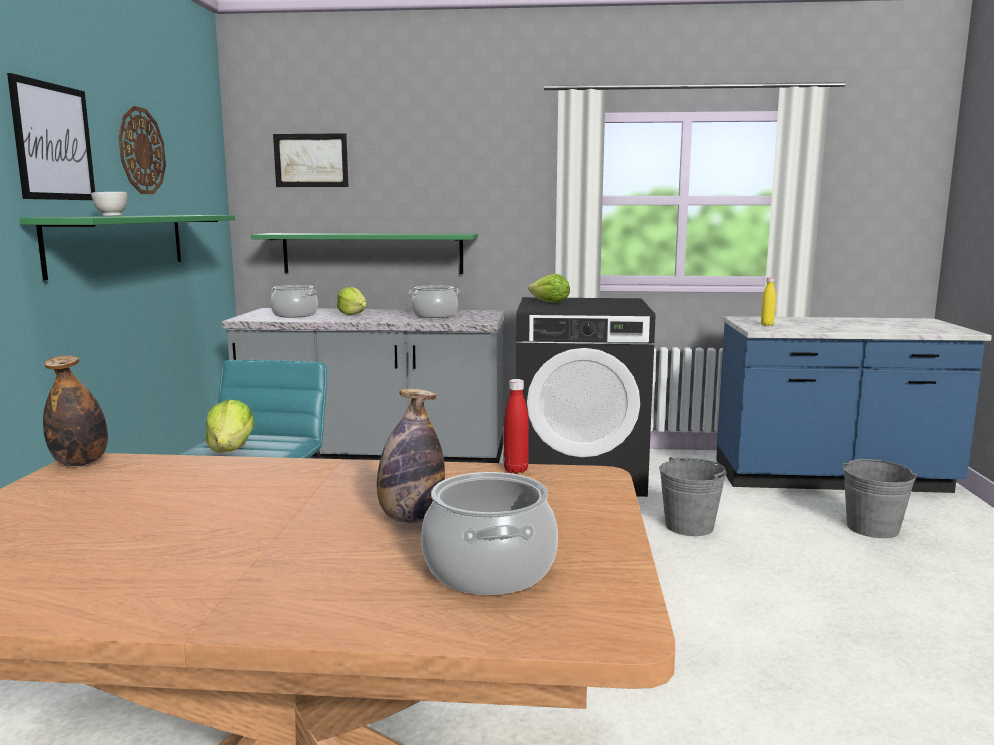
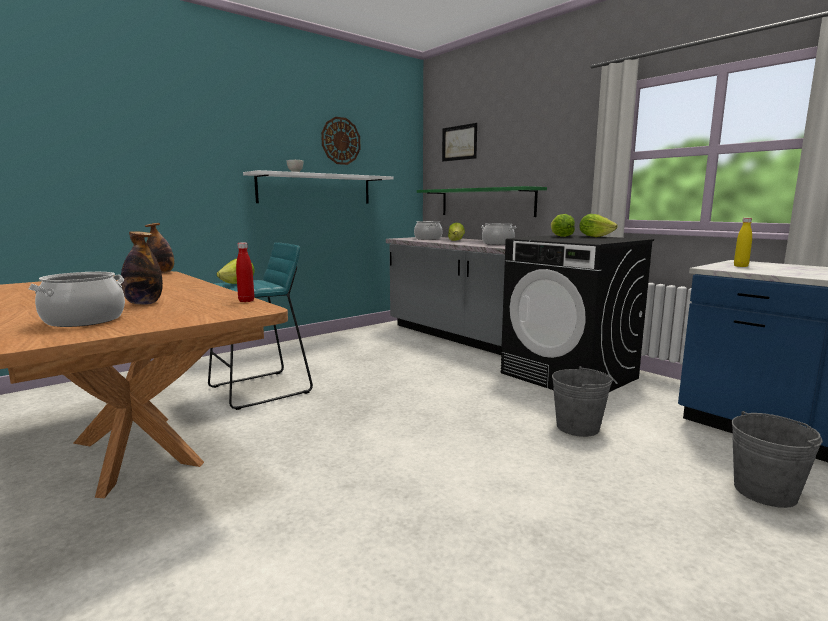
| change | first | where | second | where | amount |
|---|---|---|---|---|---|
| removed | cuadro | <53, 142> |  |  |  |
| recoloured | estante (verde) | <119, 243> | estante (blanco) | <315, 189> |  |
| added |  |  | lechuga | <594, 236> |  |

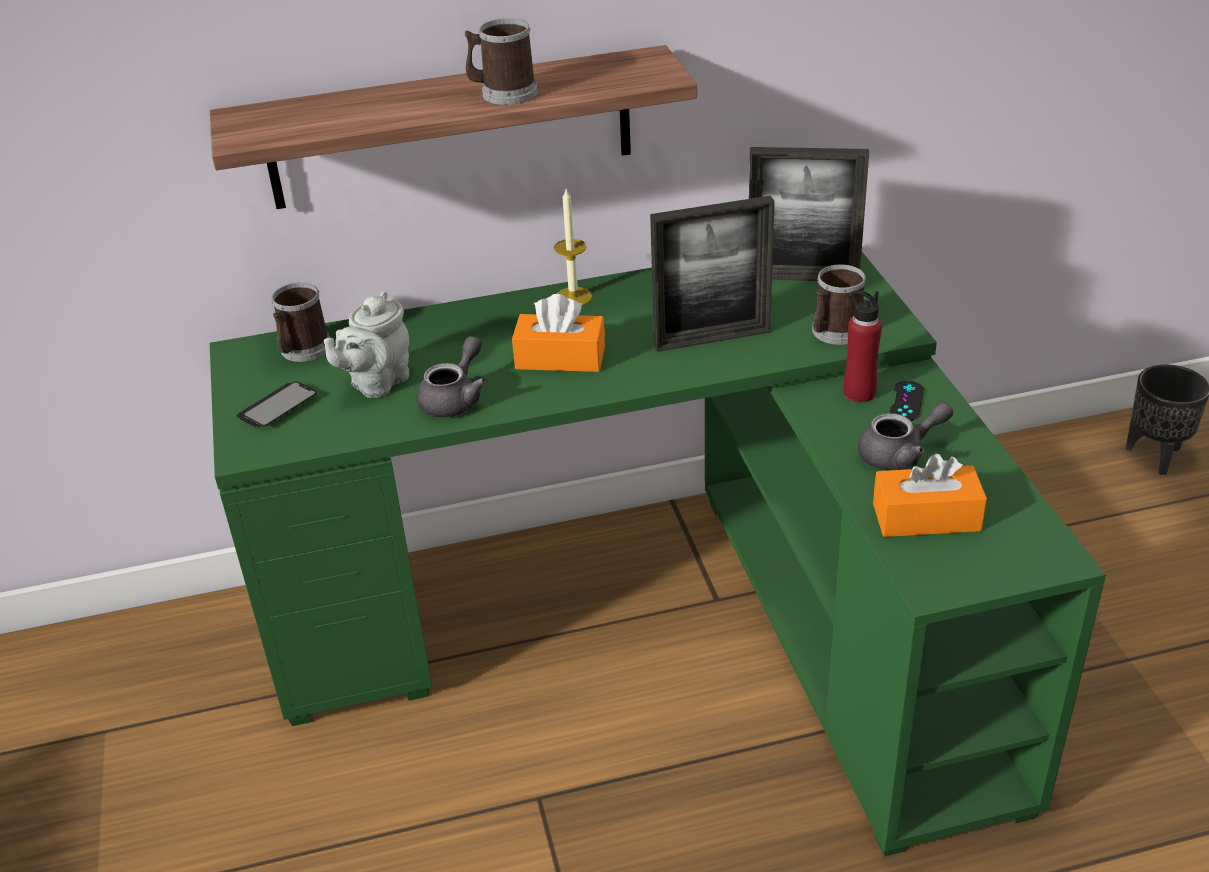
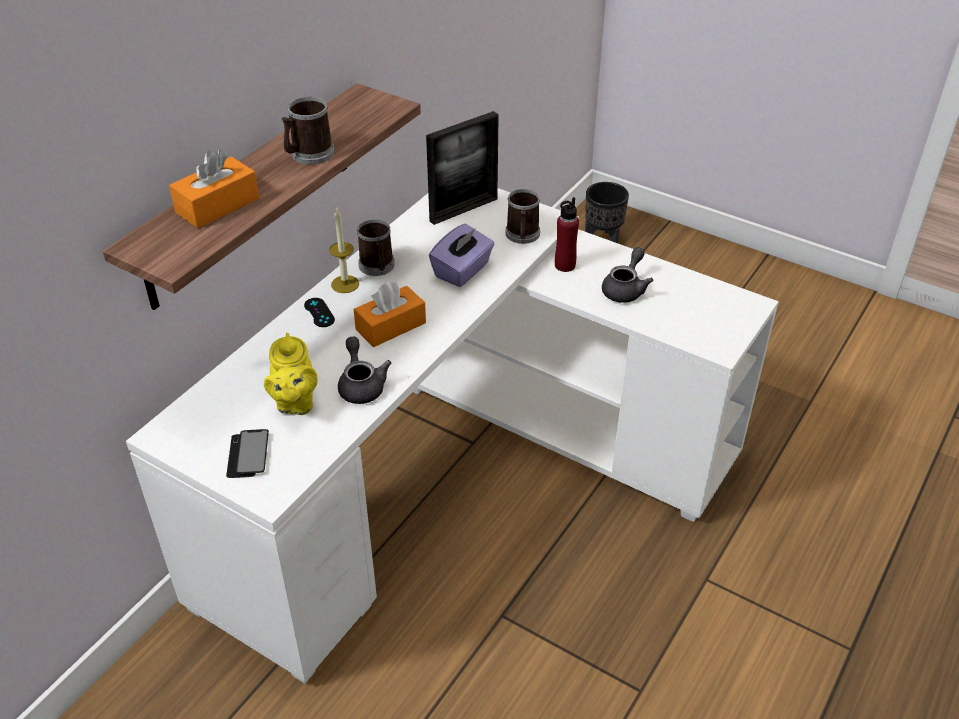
| change | first | where | second | where | amount |
|---|---|---|---|---|---|
| recoloured | escritorio (verde) | <661, 623> | escritorio (blanco) | <457, 475> |  |
| moved | taza grande | <302, 350> |  | <377, 267> |  |
| recoloured | tetera (gris) | <376, 383> | tetera (amarillo) | <295, 403> |  |
| replaced | portarretratos | <712, 339> | caja de pañuelos (morado) | <462, 271> |  |
| moved | caja de pañuelos (naranja) | <926, 517> |  | <217, 205> |  |
| moved | mando de consola (negro) | <906, 401> |  | <319, 312> |  |

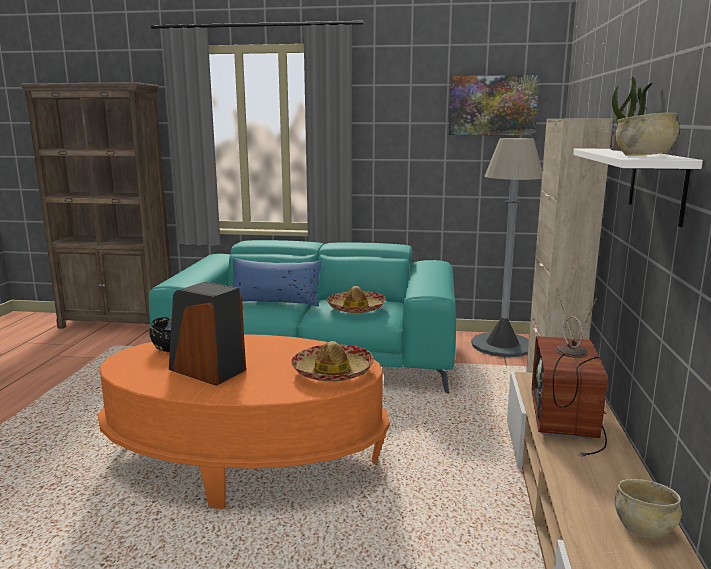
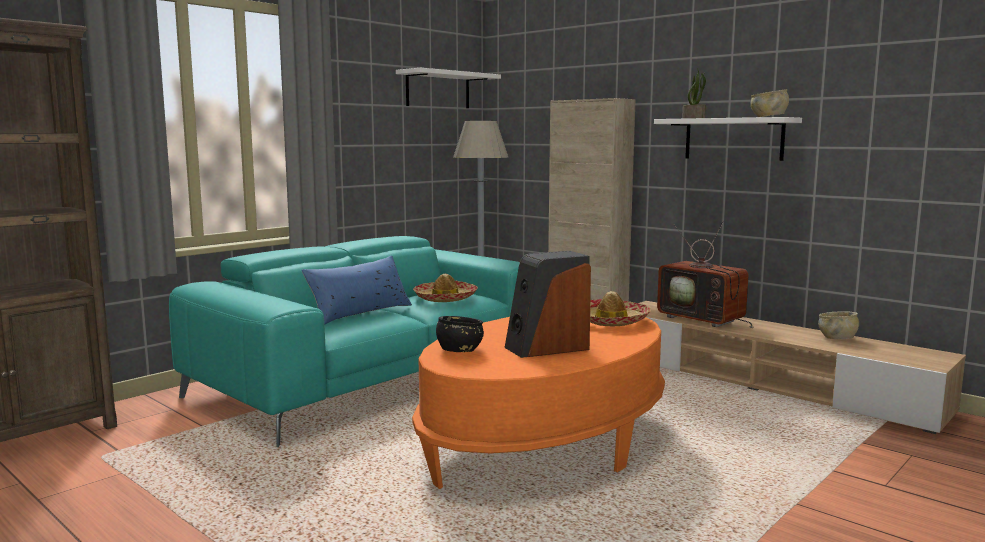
| change | first | where | second | where | amount |
|---|---|---|---|---|---|
| replaced | cuadro | <492, 105> | estante (blanco) | <438, 90> |  |

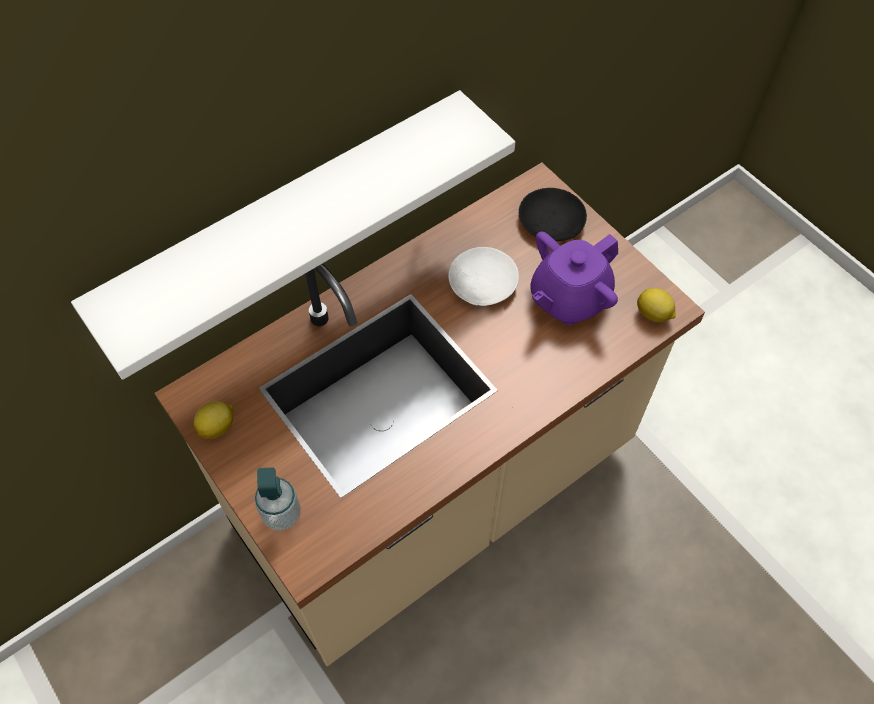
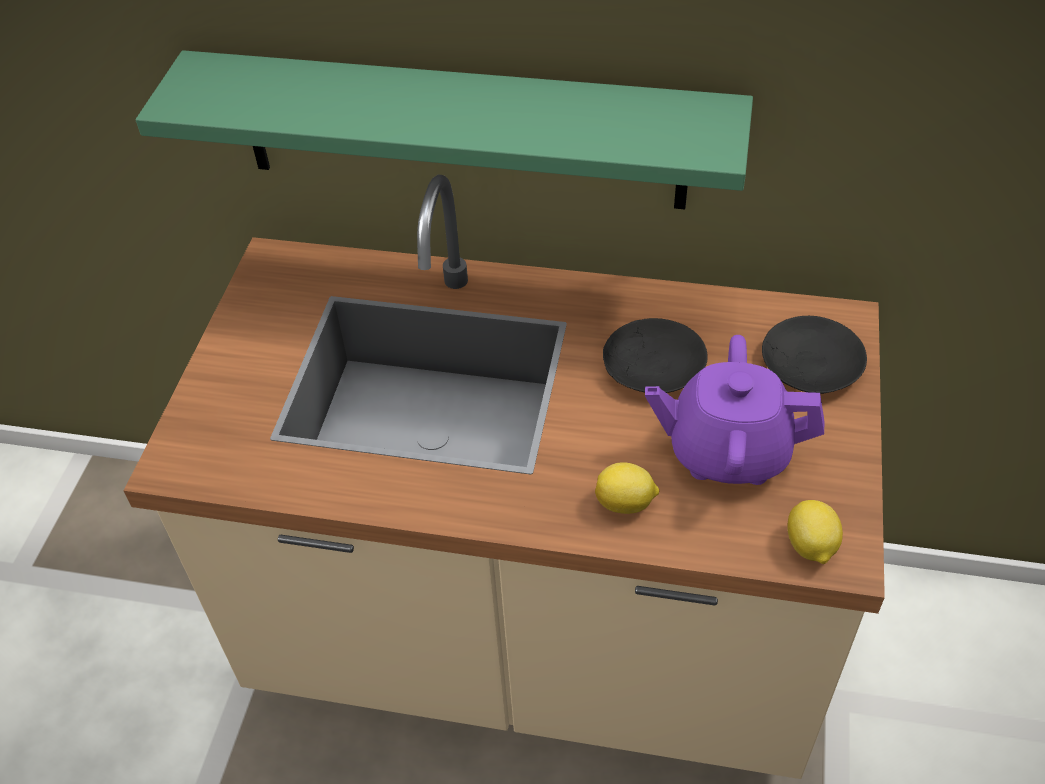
| change | first | where | second | where | amount |
|---|---|---|---|---|---|
| recoloured | estante (blanco) | <287, 222> | estante (verde) | <462, 131> |  |
| moved | limón | <218, 427> |  | <626, 503> |  |
| removed | dispensador de jabón | <282, 514> |  |  |  |
| recoloured | plato (blanco) | <482, 282> | plato (negro) | <652, 365> |  |

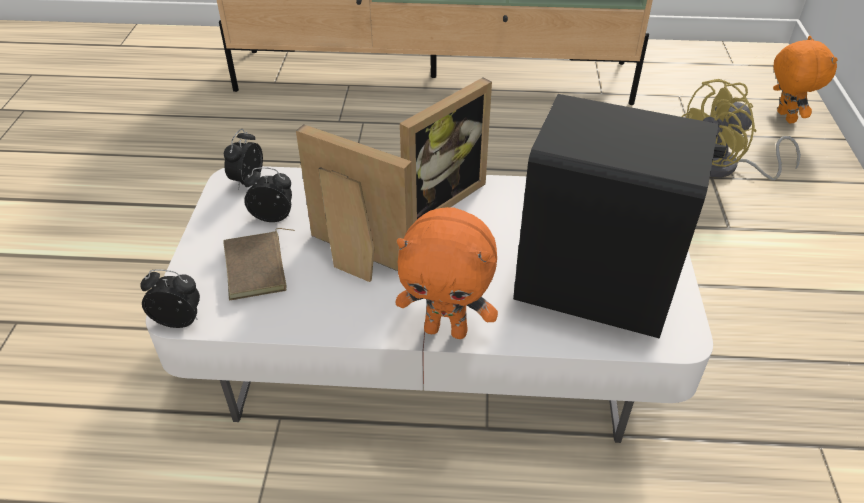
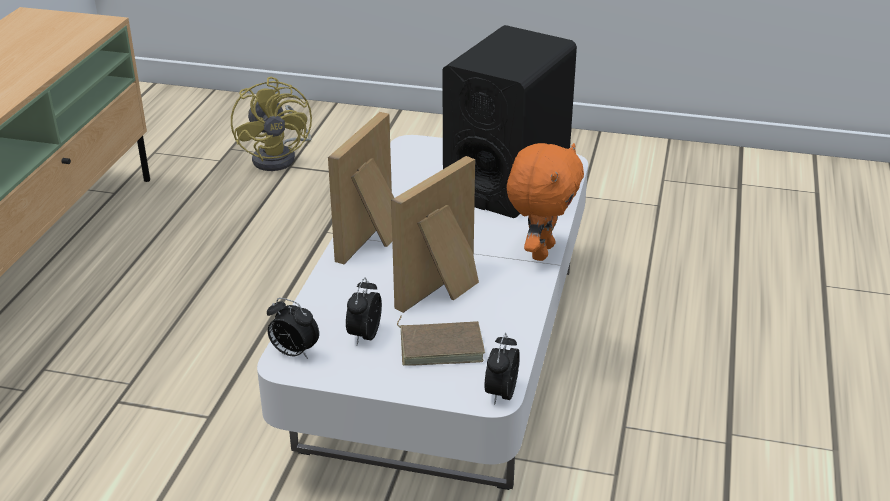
| change | first | where | second | where | amount |
|---|---|---|---|---|---|
| turned | portarretratos | <436, 199> |  | <375, 239> | 120 degrees counterclockwise |
| removed | peluche (naranja) | <784, 117> |  |  |  |

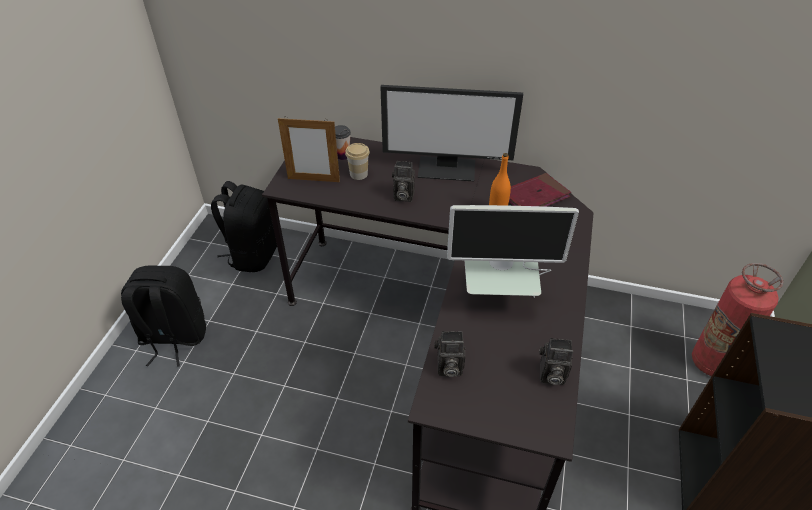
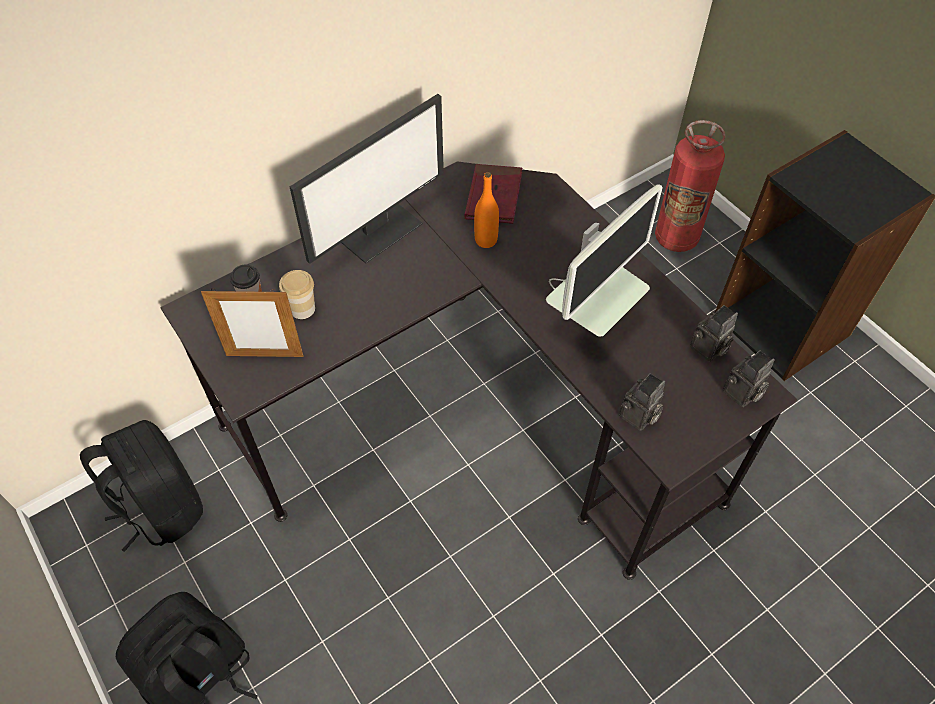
| change | first | where | second | where | amount |
|---|---|---|---|---|---|
| turned | portarretratos | <313, 180> |  | <265, 355> | 45 degrees clockwise |
| moved | cámara | <402, 196> |  | <741, 394> |  |

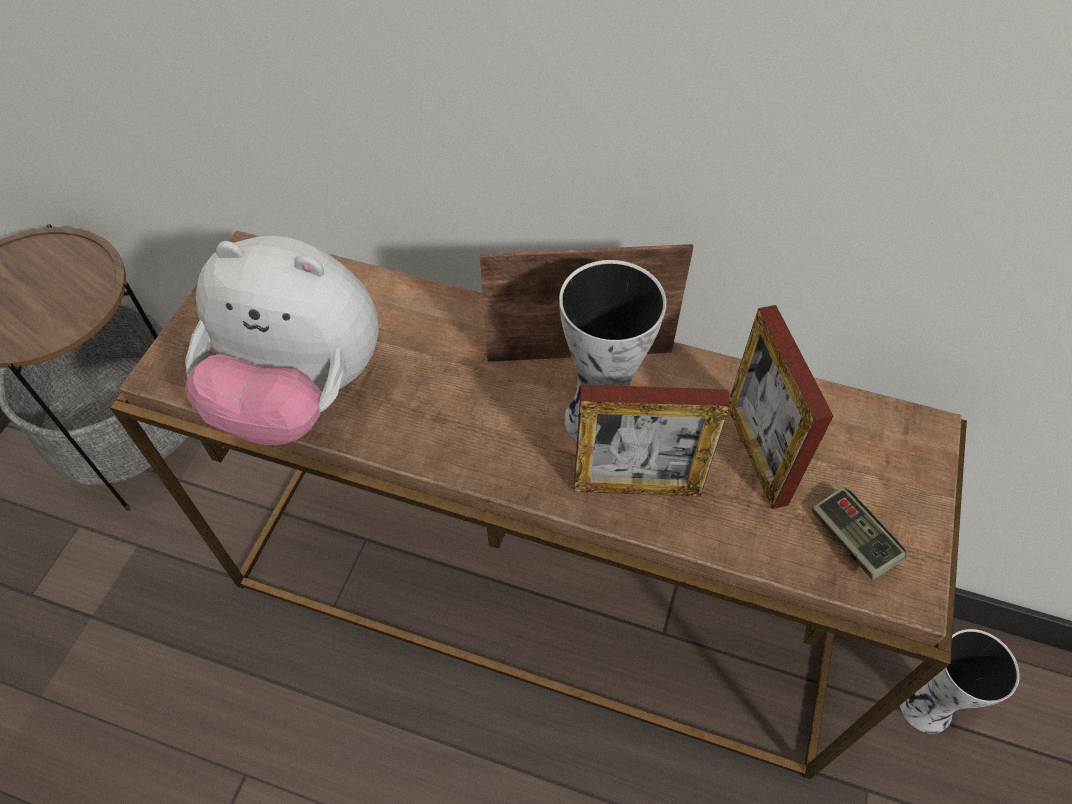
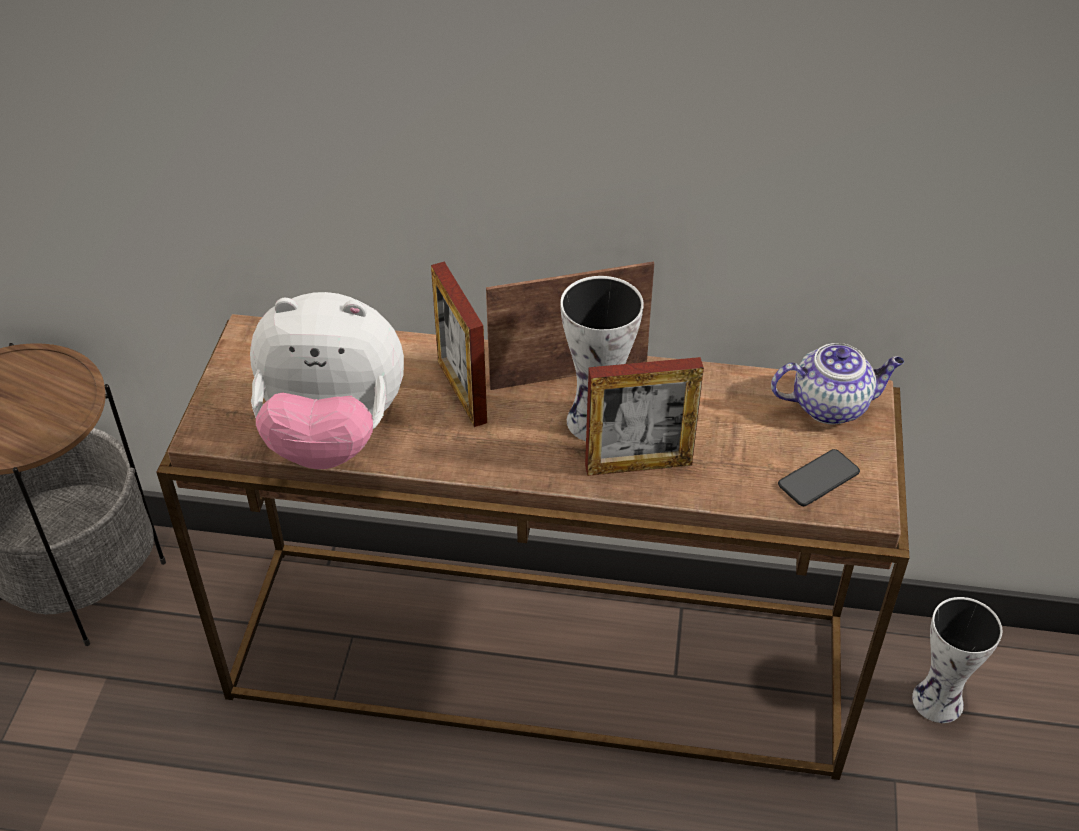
| change | first | where | second | where | amount |
|---|---|---|---|---|---|
| moved | portarretratos | <756, 454> |  | <462, 392> |  |
| replaced | mando de consola | <852, 539> | móvil | <818, 479> |  |
| added |  |  | tetera | <831, 405> |  |

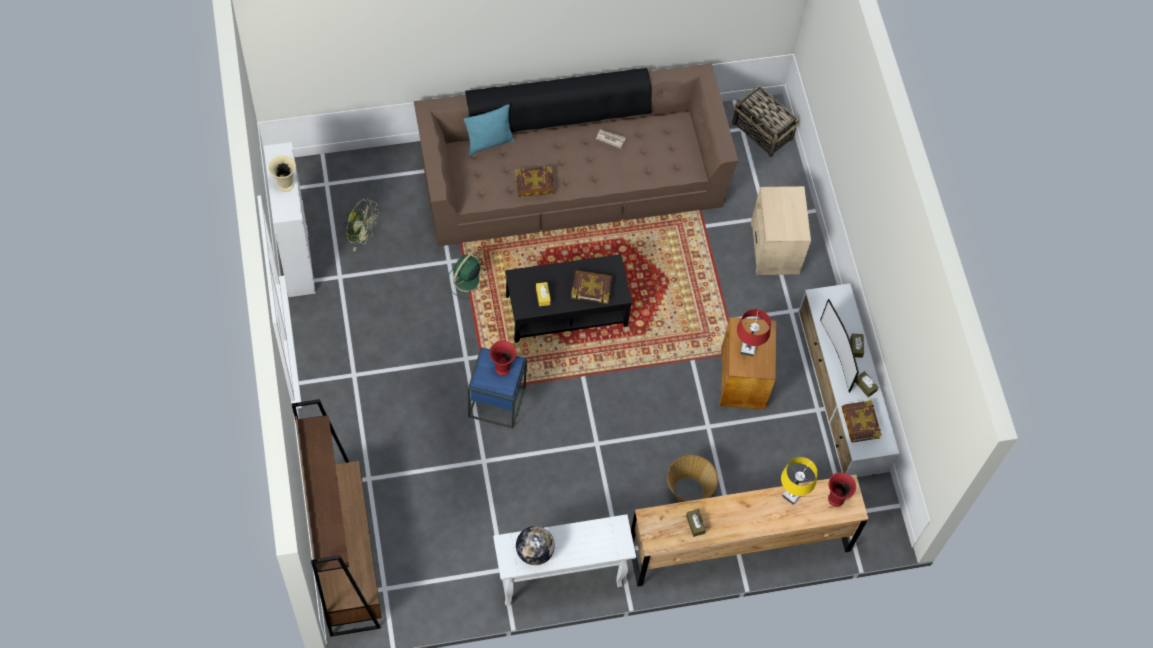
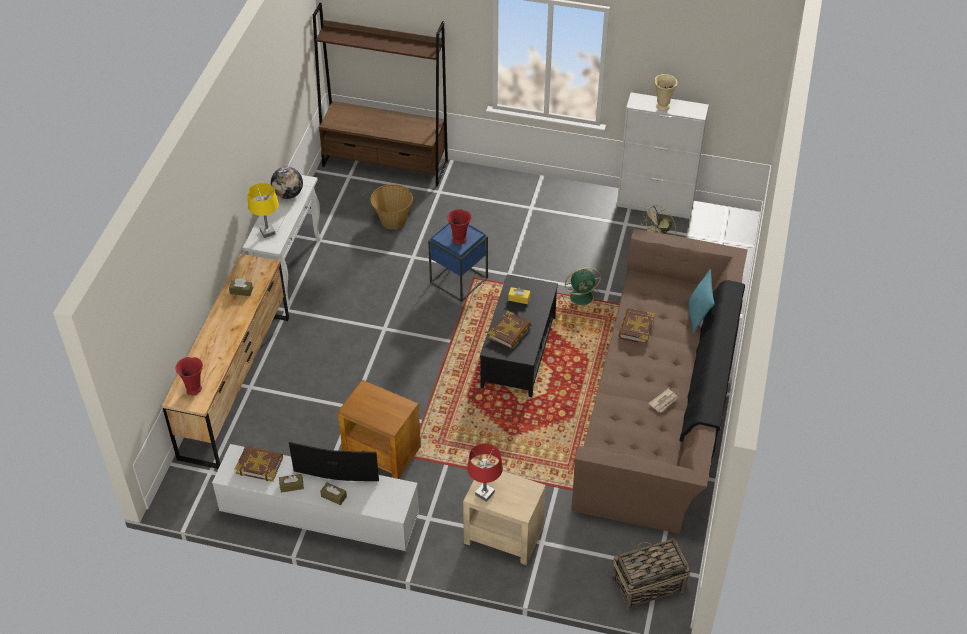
| change | first | where | second | where | amount |
|---|---|---|---|---|---|
| turned | ventilador (verde) | <466, 281> |  | <582, 297> | 105 degrees clockwise |
| moved | cesta | <688, 491> |  | <393, 220> |  |
| moved | lámpara de mesa (rojo) | <748, 349> |  | <484, 493> |  |
| moved | lámpara de mesa (amarillo) | <791, 495> |  | <267, 232> |  |

